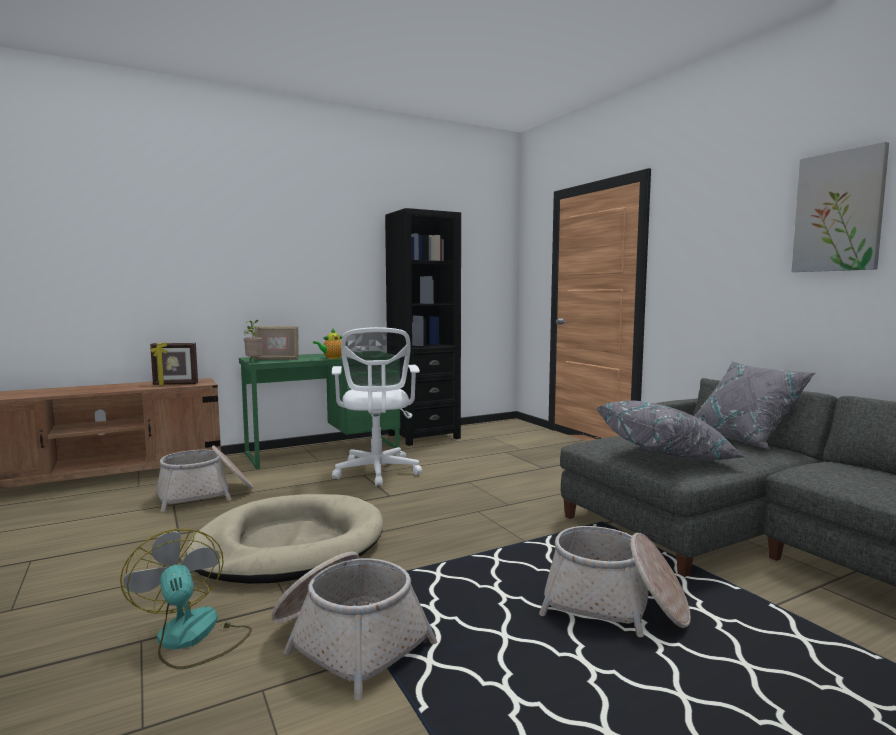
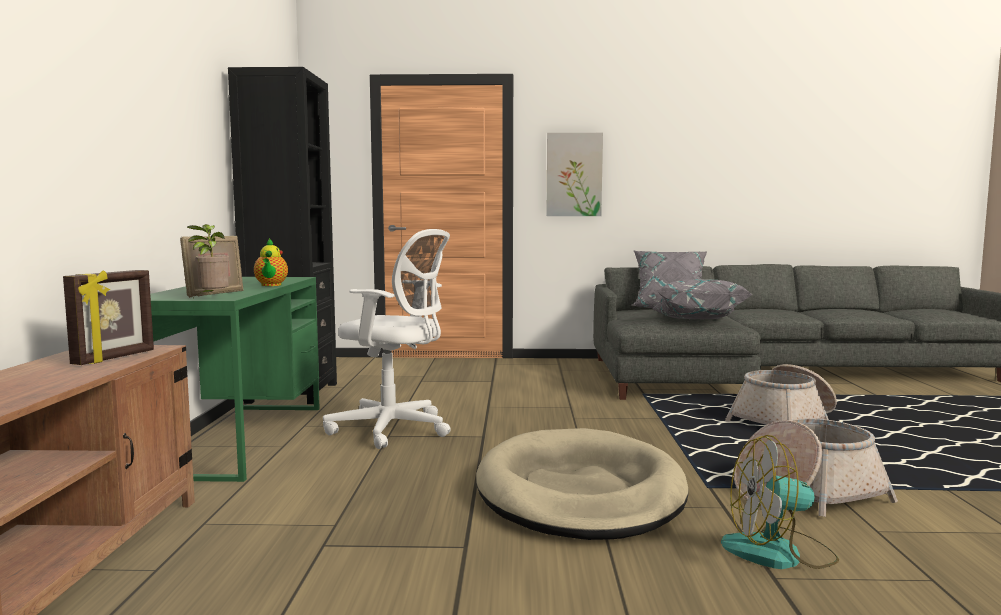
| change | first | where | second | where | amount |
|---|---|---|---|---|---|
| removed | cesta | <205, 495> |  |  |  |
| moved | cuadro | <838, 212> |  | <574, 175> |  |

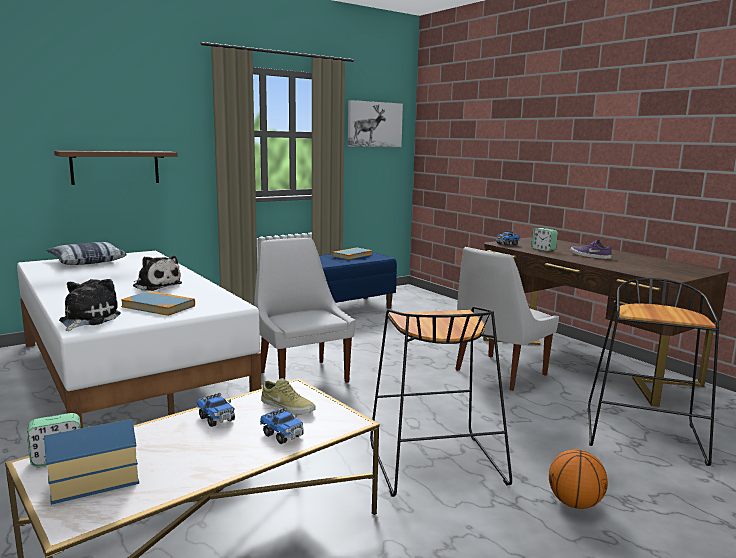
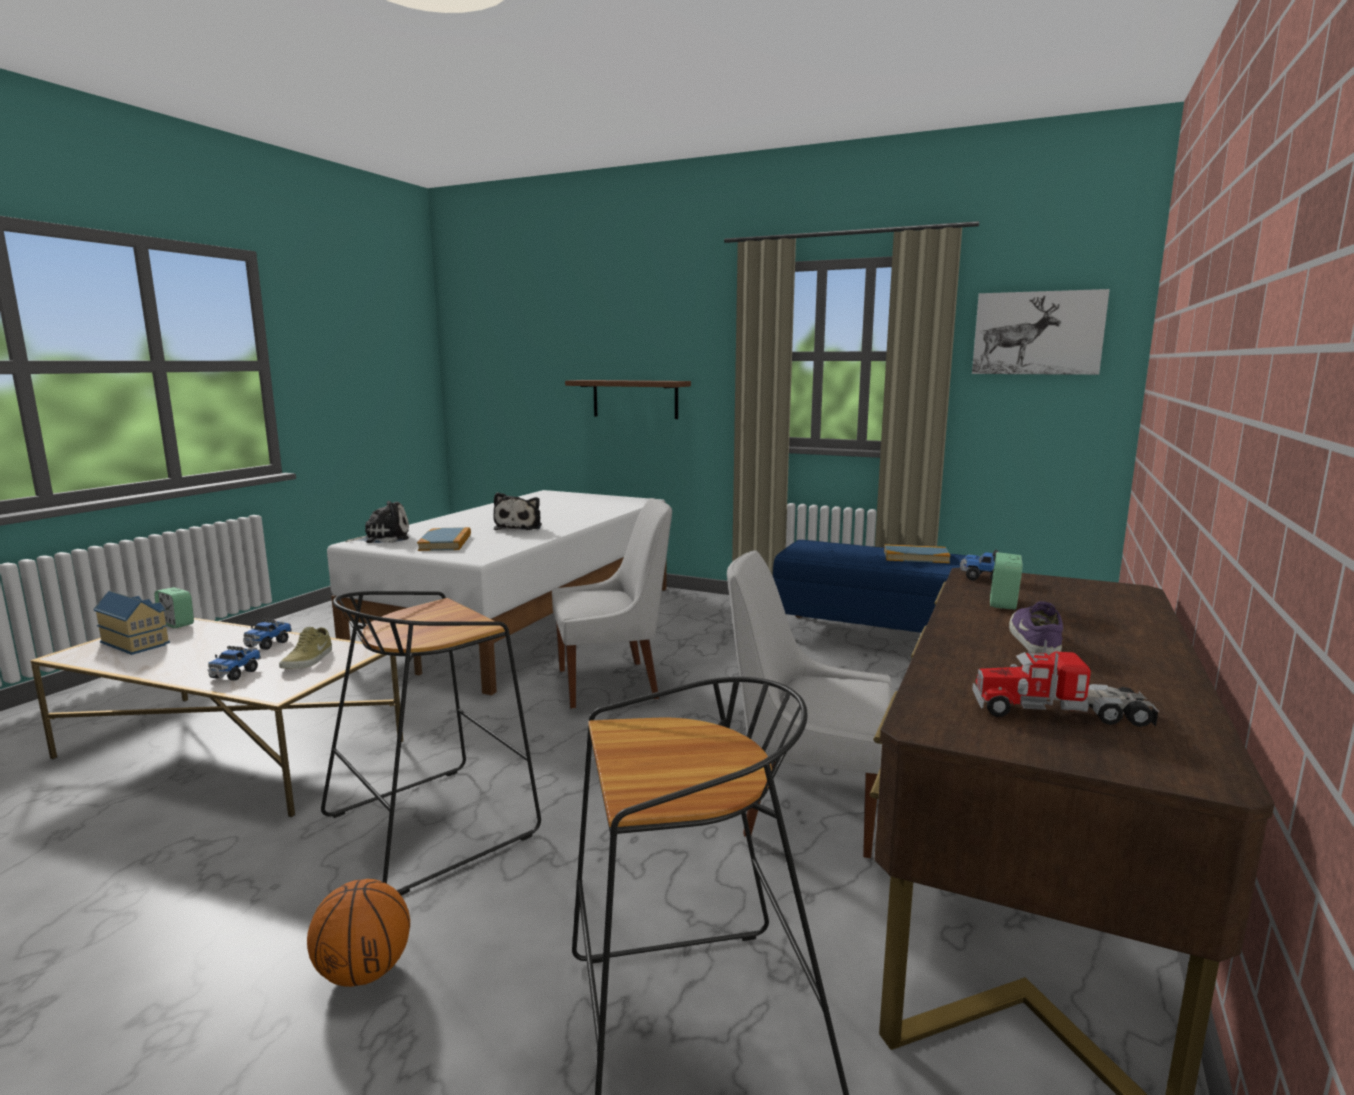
| change | first | where | second | where | amount |
|---|---|---|---|---|---|
| removed | cojín | <87, 261> |  |  |  |
| turned | silla (blanco) | <302, 376> |  | <612, 684> | 45 degrees clockwise |
| added |  |  | camión de juguete | <1060, 712> |  |

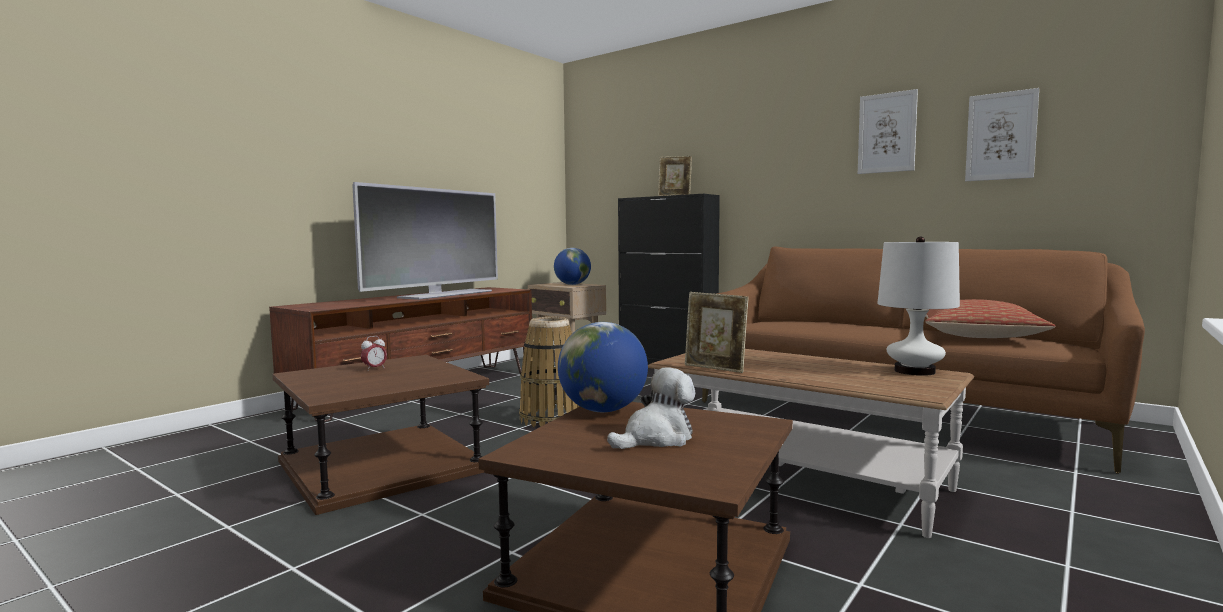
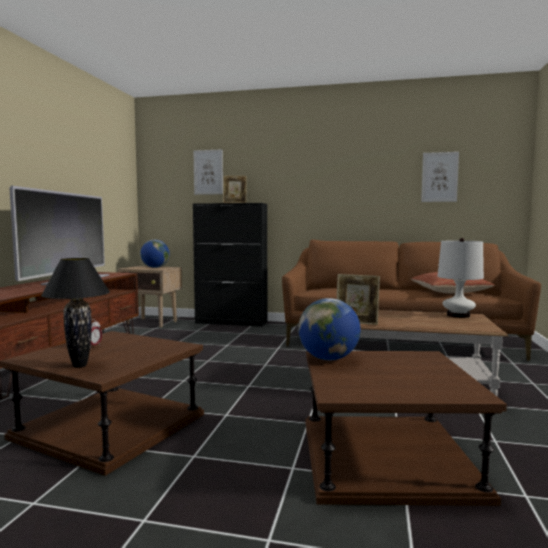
| change | first | where | second | where | amount |
|---|---|---|---|---|---|
| removed | cesta | <551, 419> |  |  |  |
| removed | peluche | <656, 438> |  |  |  |
| moved | cuadro | <887, 133> |  | <208, 172> |  |
| added |  |  | lámpara de mesa (negro) | <79, 366> |  |

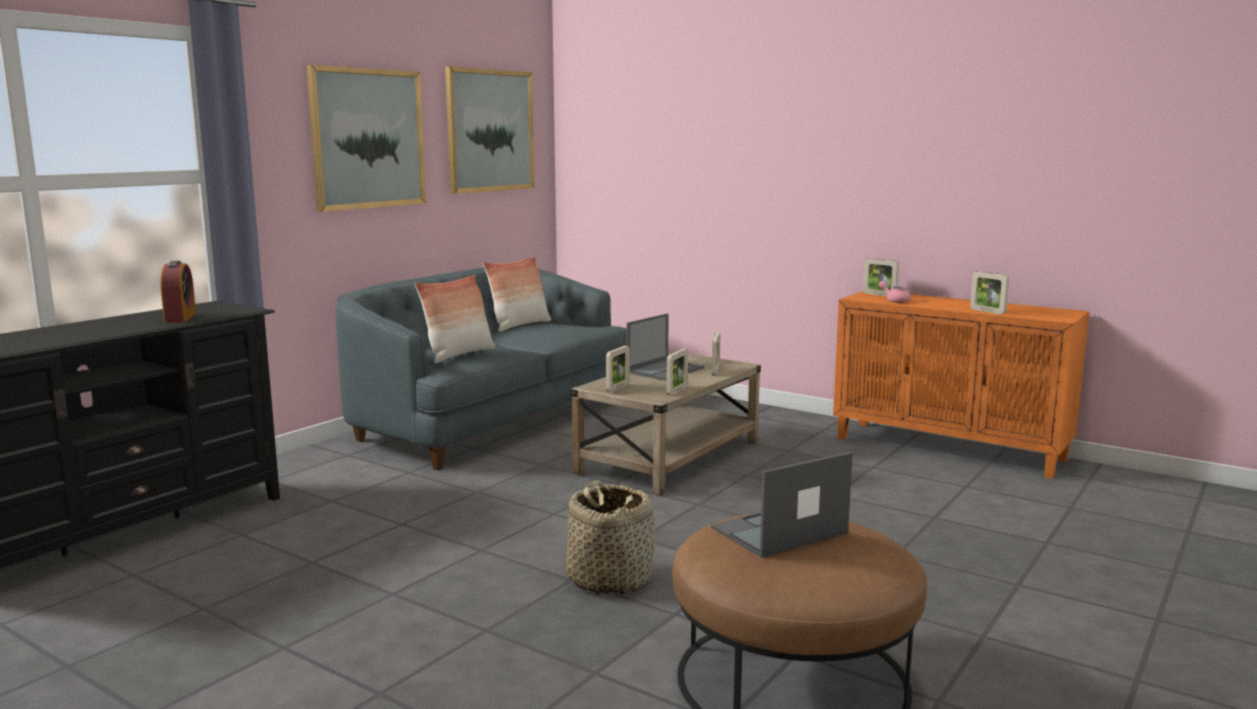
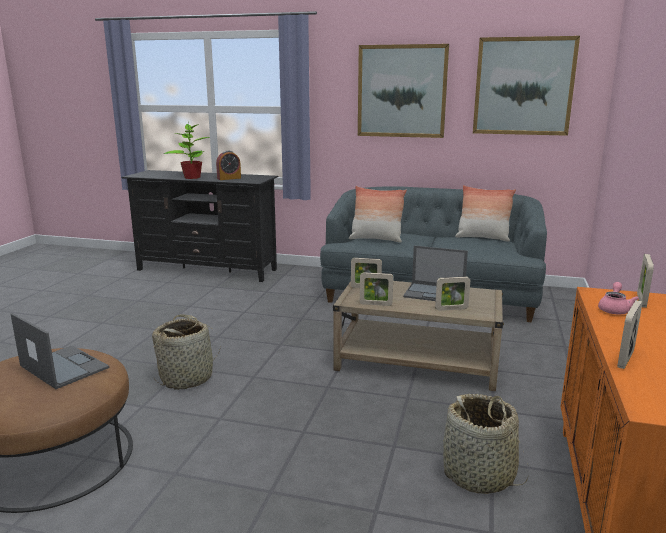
| change | first | where | second | where | amount |
|---|---|---|---|---|---|
| added |  |  | planta en maceta | <192, 177> |  |
| added |  |  | cesta | <479, 475> |  |

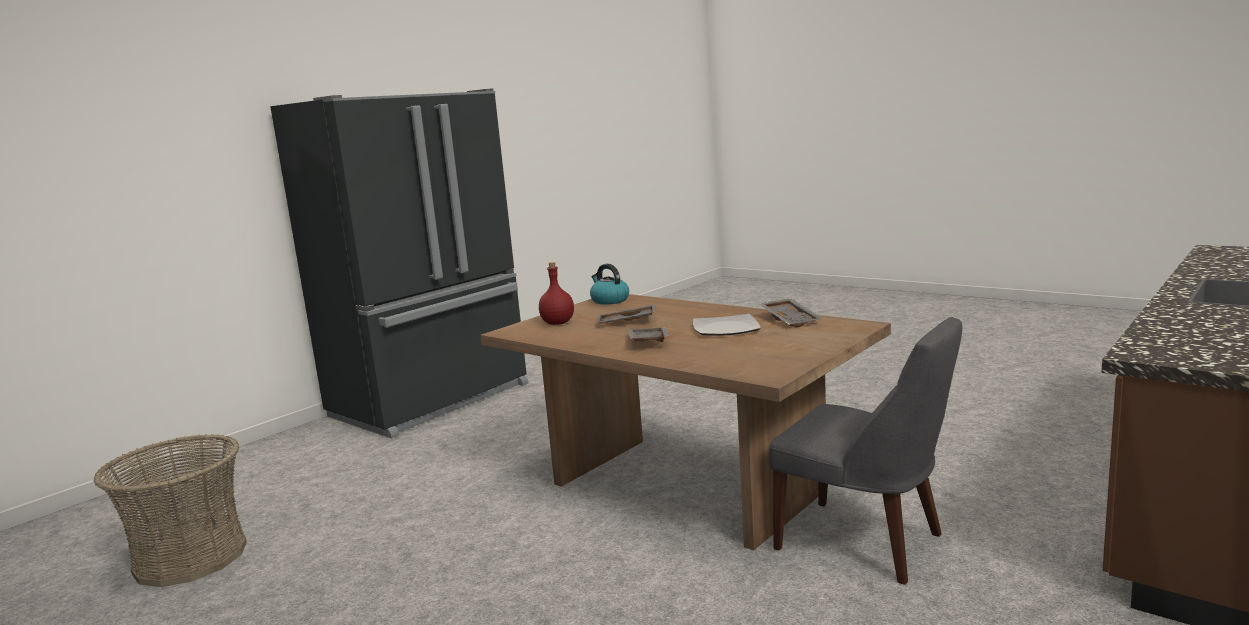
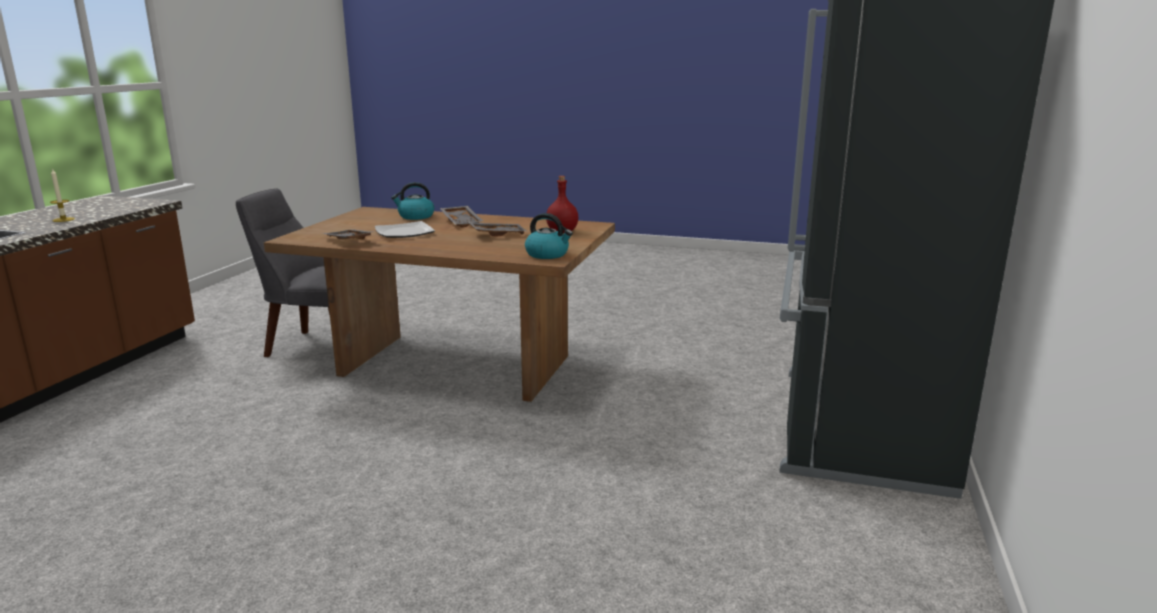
| change | first | where | second | where | amount |
|---|---|---|---|---|---|
| removed | cesta | <190, 557> |  |  |  |
| added |  |  | vela | <63, 219> |  |
| added |  |  | hervidor | <415, 216> |  |

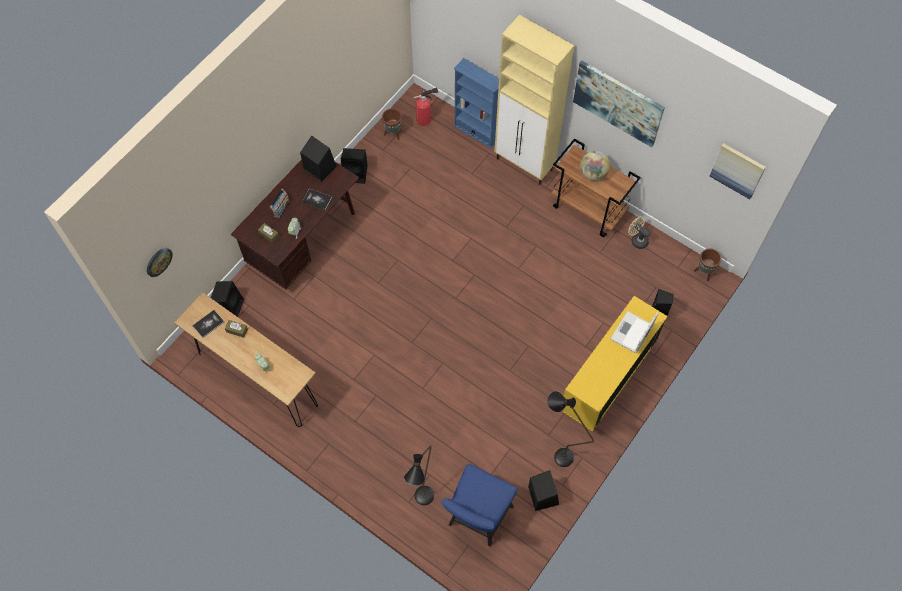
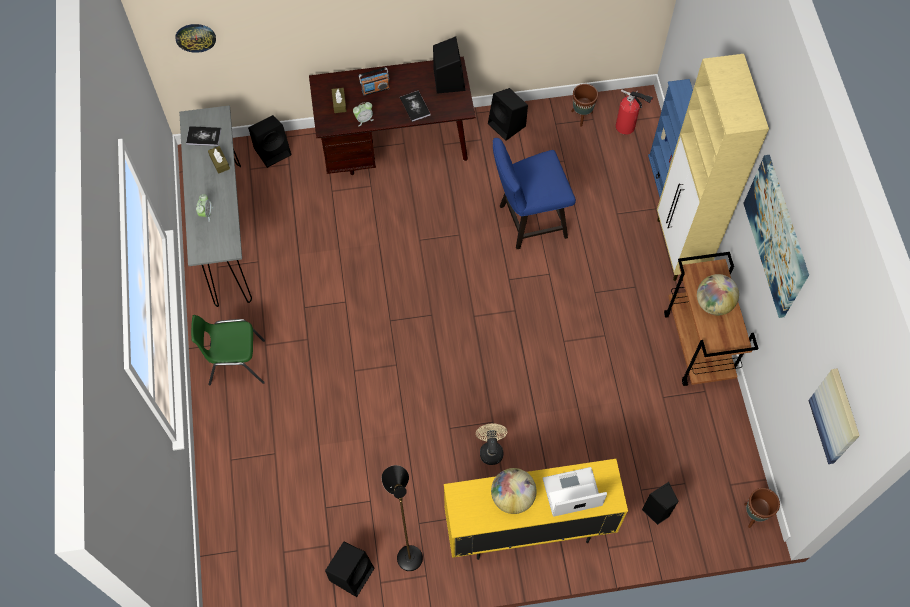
| change | first | where | second | where | amount |
|---|---|---|---|---|---|
| recoloured | mesa consola (marrón) | <257, 379> | mesa consola (gris) | <227, 234> |  |
| removed | lámpara de pie (negro) | <422, 503> |  |  |  |
| moved | silla (azul) | <477, 519> |  | <527, 222> |  |
| moved | ventilador (beis) | <637, 240> |  | <491, 449> |  |
| added |  |  | silla (verde) | <236, 362> |  |
| added |  |  | globo terráqueo | <512, 497> |  |

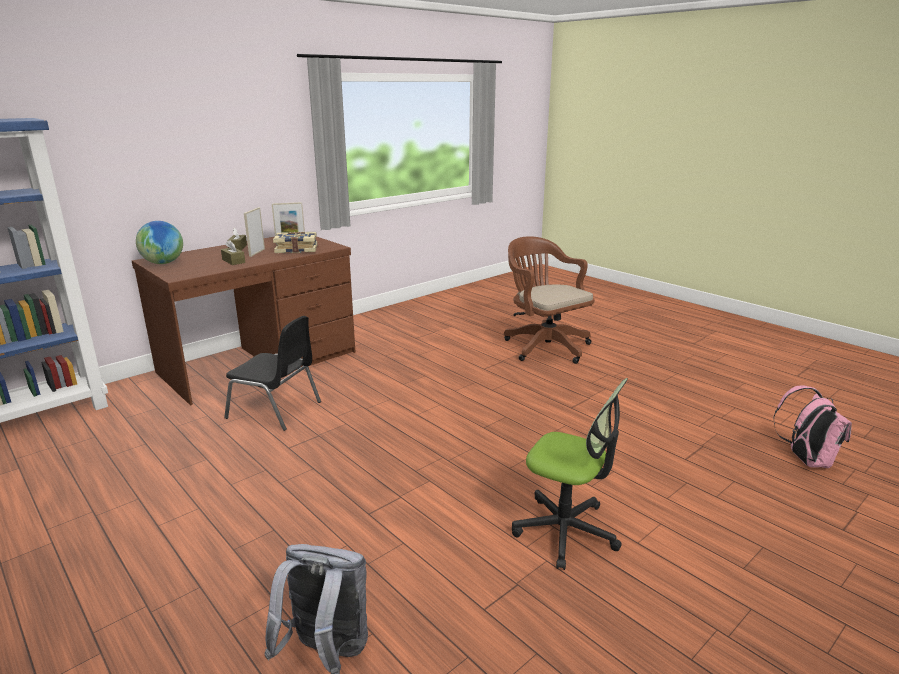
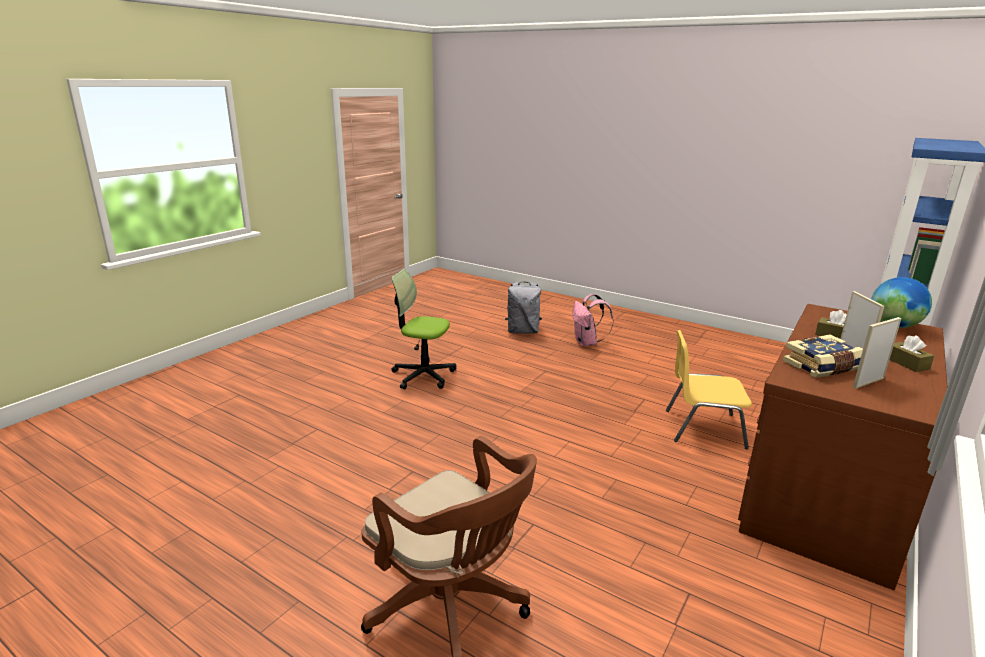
| change | first | where | second | where | amount |
|---|---|---|---|---|---|
| recoloured | silla (negro) | <276, 410> | silla (amarillo) | <702, 428> |  |
| moved | mochila (rosa) | <805, 460> |  | <587, 343> |  |

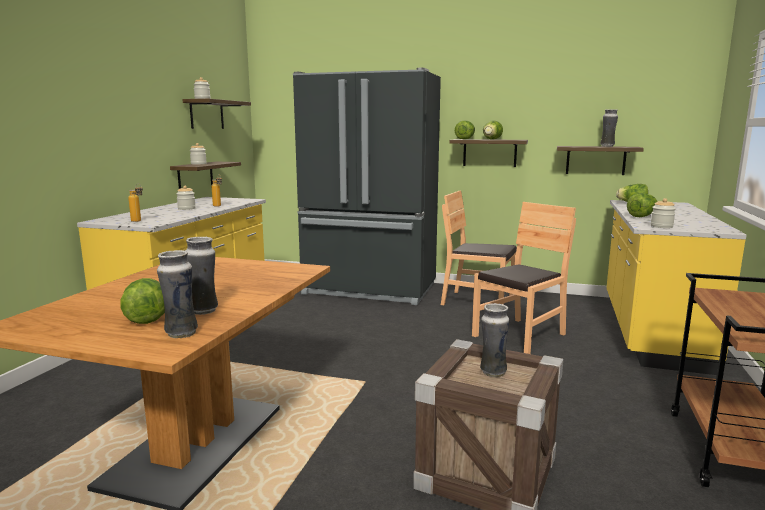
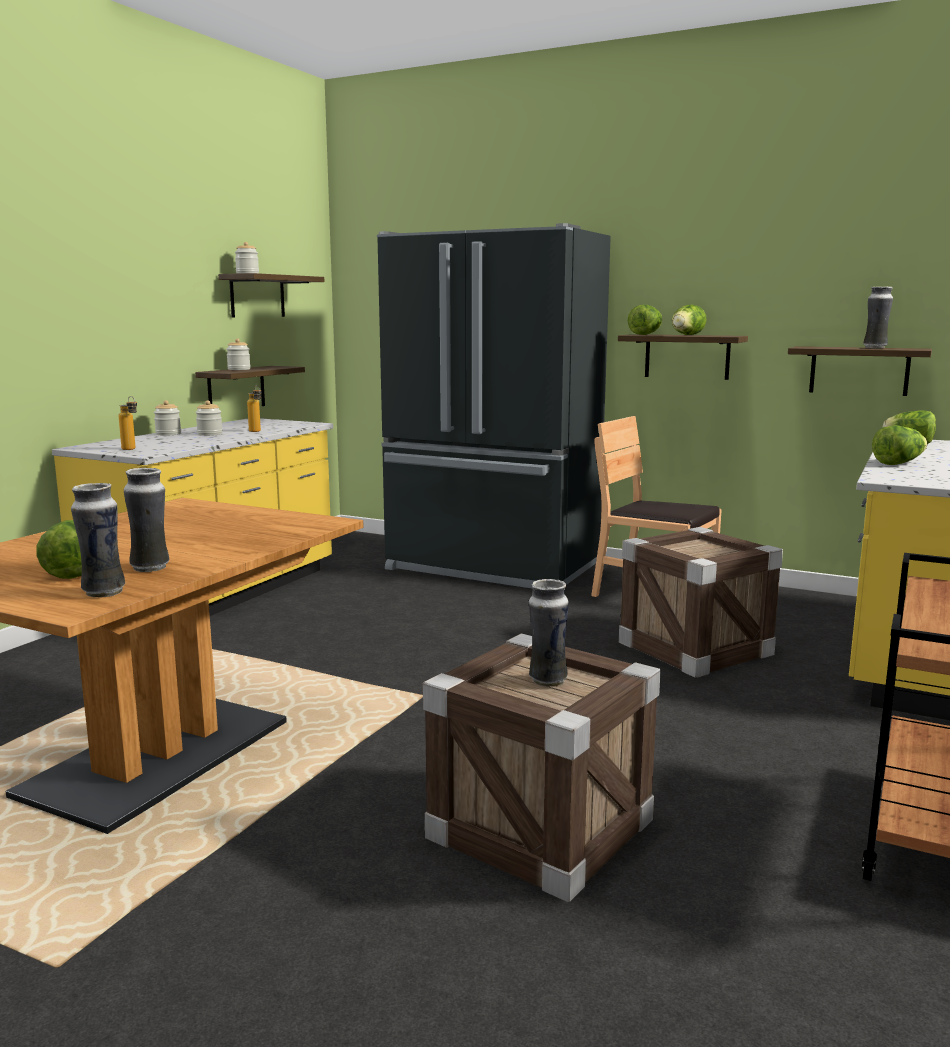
| change | first | where | second | where | amount |
|---|---|---|---|---|---|
| replaced | silla (marrón) | <520, 336> | caja de embalaje | <695, 648> |  |
| moved | tarro | <661, 226> |  | <168, 434> |  |

